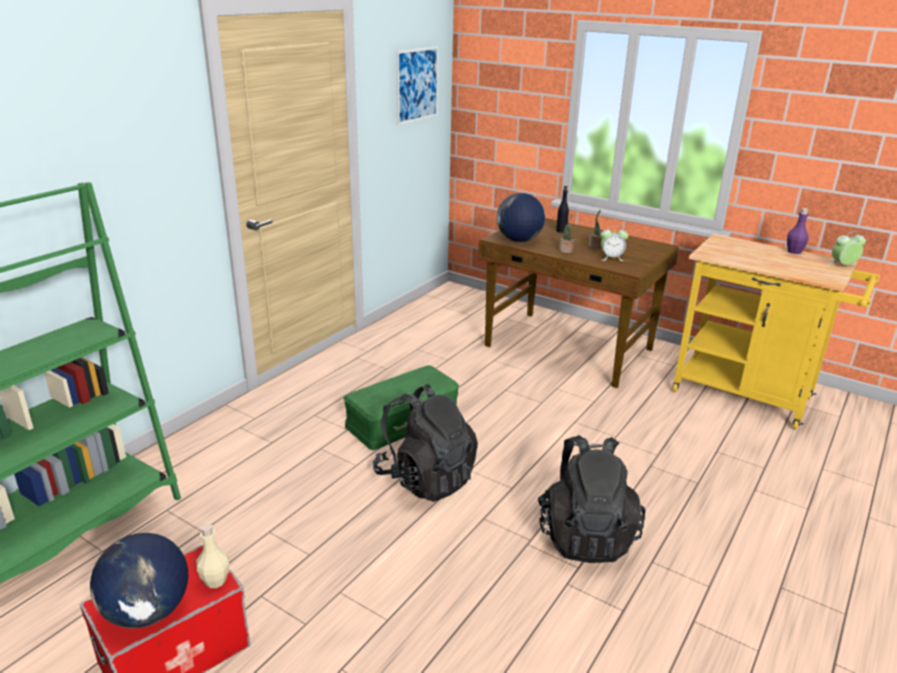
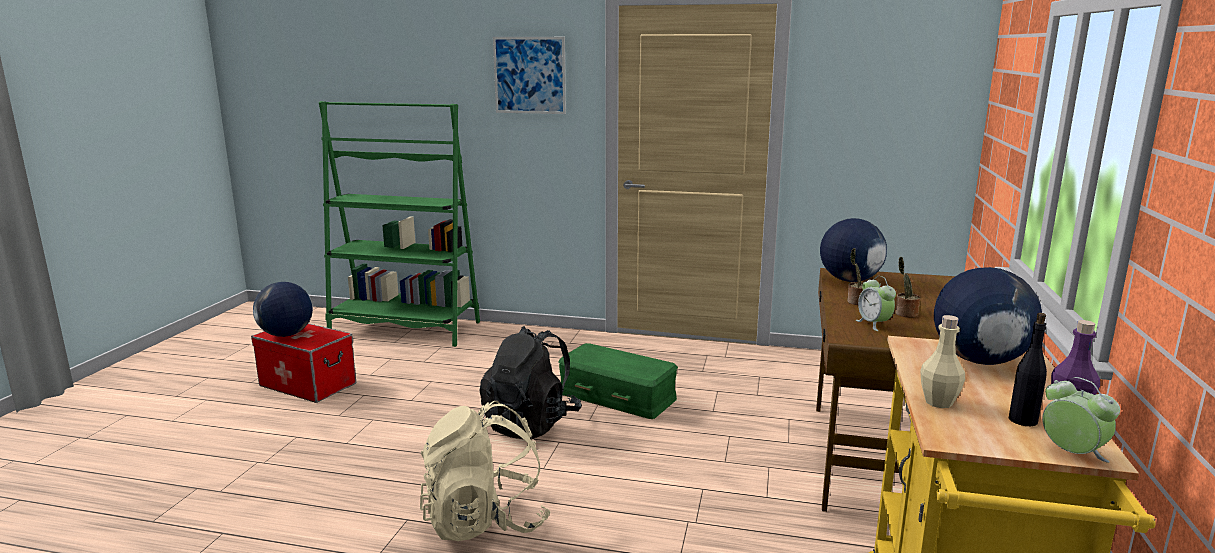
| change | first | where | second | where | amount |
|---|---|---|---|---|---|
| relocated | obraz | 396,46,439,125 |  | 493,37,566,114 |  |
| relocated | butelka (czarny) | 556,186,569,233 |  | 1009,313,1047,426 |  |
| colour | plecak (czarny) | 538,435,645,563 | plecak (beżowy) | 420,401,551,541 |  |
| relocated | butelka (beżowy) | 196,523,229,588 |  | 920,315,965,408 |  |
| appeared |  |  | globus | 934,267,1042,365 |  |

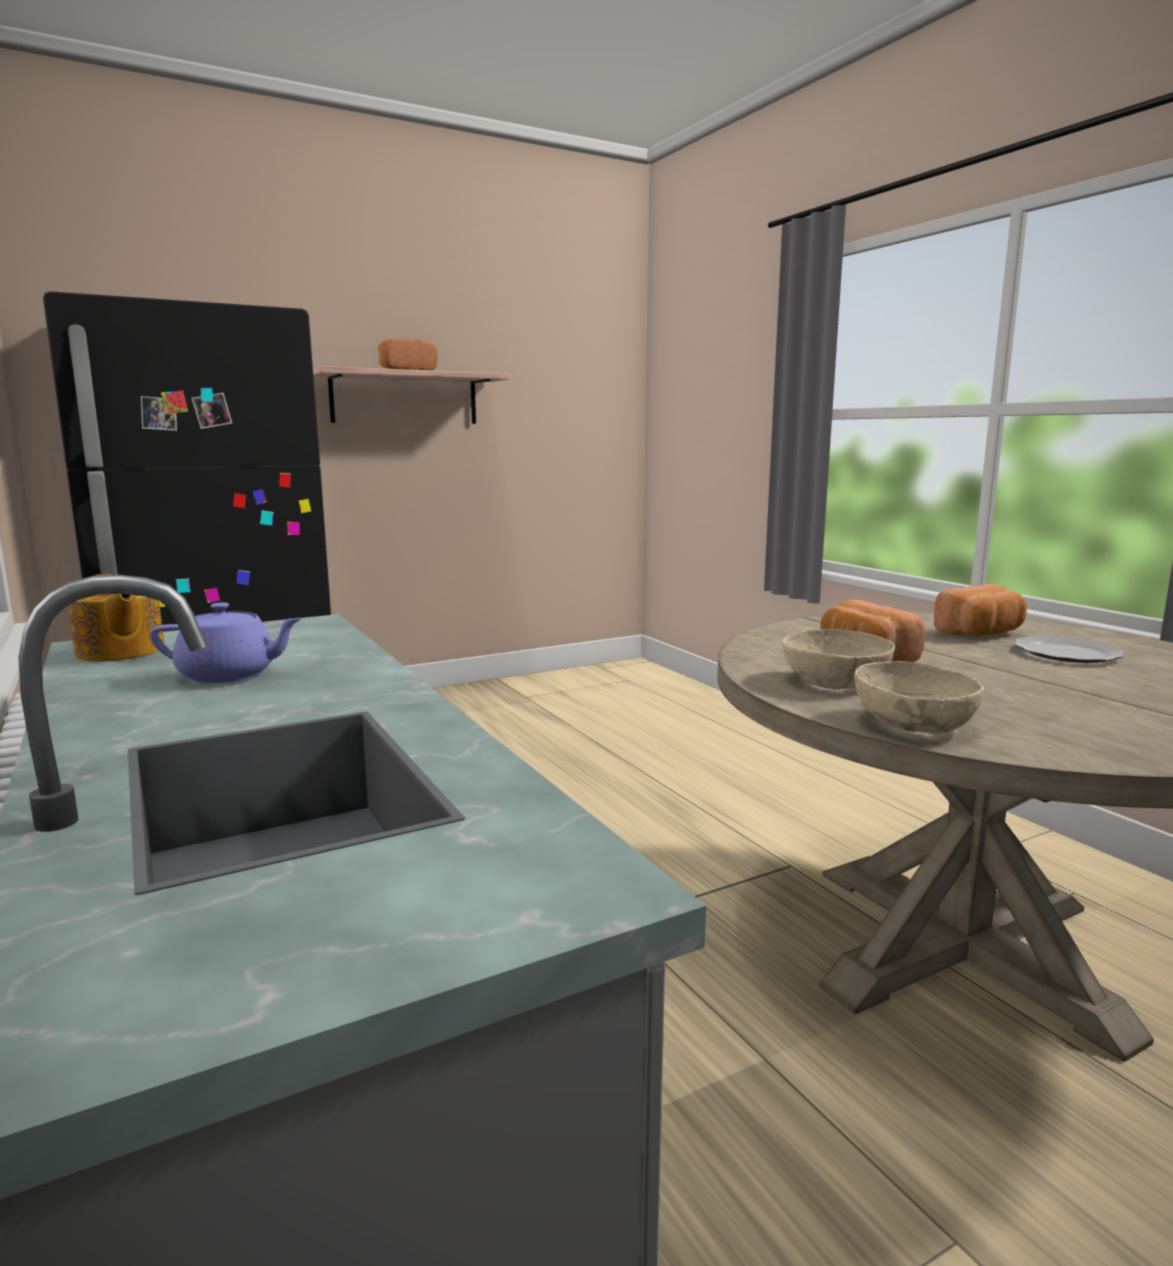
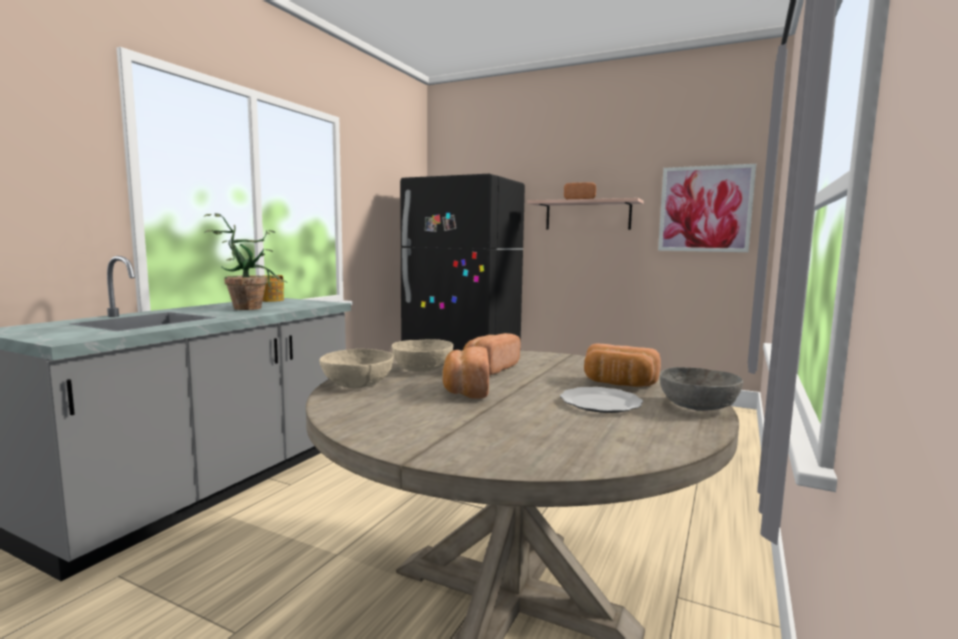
| change | first | where | second | where | amount |
|---|---|---|---|---|---|
| exchanged | imbryk (fioletowy) | 150,603,303,683 | roślina doniczkowa | 204,213,288,310 |  |
| appeared |  |  | obraz | 658,164,756,252 |  |
| appeared |  |  | chleb | 443,346,489,399 |  |
| appeared |  |  | miska (szary) | 660,367,743,411 |  |

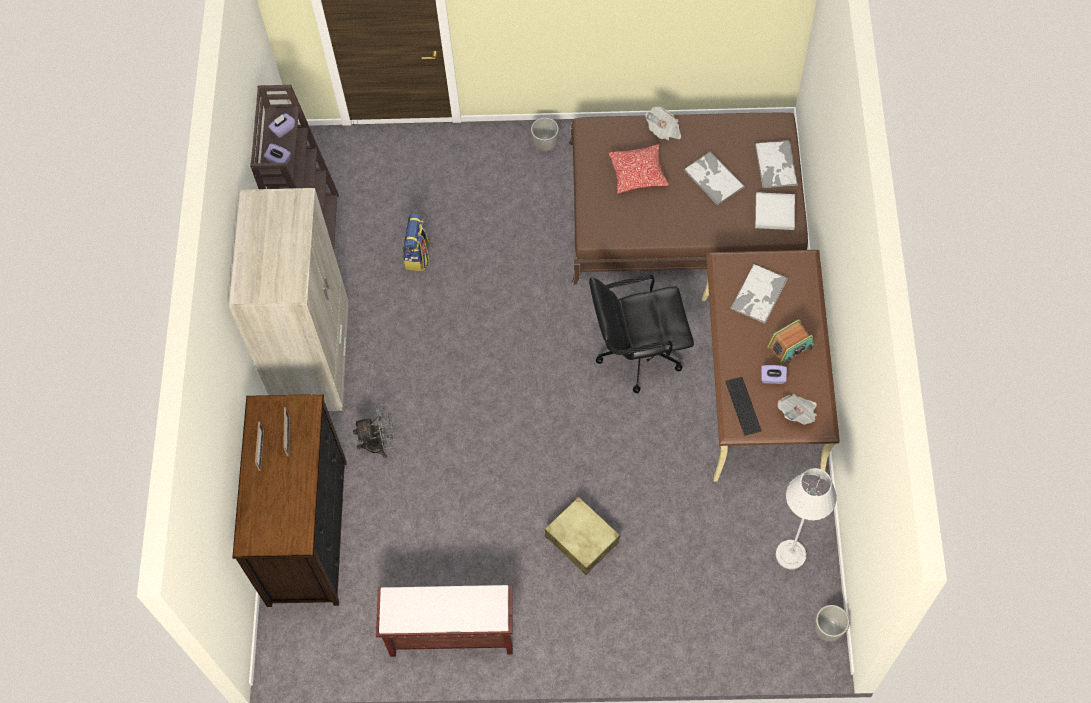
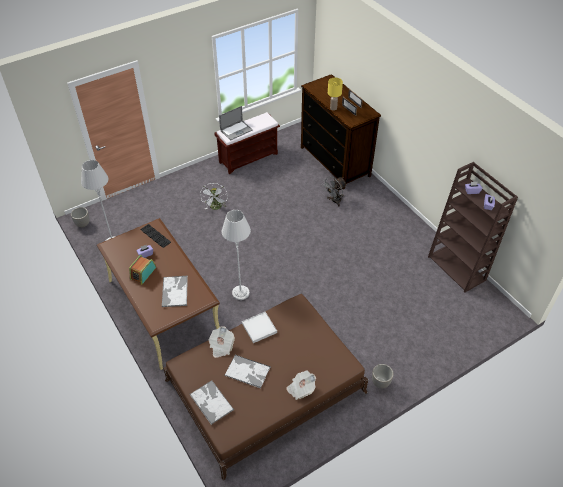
| change | first | where | second | where | amount |
|---|---|---|---|---|---|
| missing | poduszka | 609,144,669,194 |  |  |  |
| missing | szafa (beżowy) | 229,188,349,411 |  |  |  |
| relocated | taca (biały) | 755,192,795,230 |  | 242,312,277,343 |  |
| missing | plecak | 402,213,432,271 |  |  |  |
| exchanged | krzesło biurowe (czarny) | 589,275,694,393 | lampa stojąca (szary) | 222,210,251,300 |  |
| relocated | gazeta | 778,394,817,425 |  | 208,326,235,358 |  |
| exchanged | walizka (beżowy) | 545,497,620,575 | wentylator (biały) | 200,183,228,210 |  |
| appeared |  |  | lampa stołowa (żółty) | 328,77,343,110 |  |
| appeared |  |  | laptop | 219,106,253,140 |  |

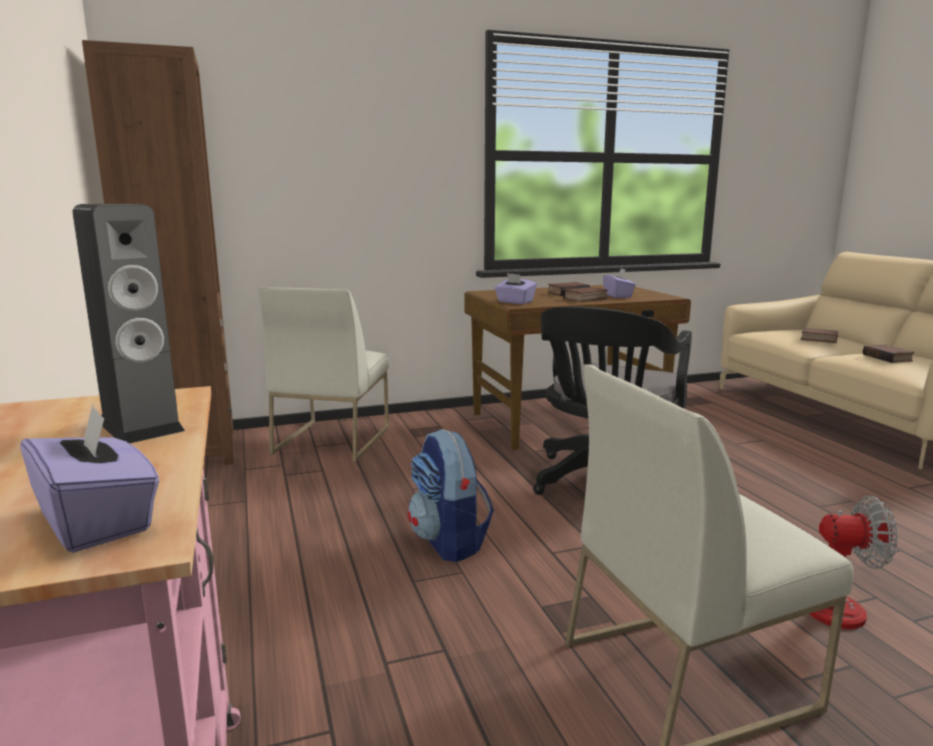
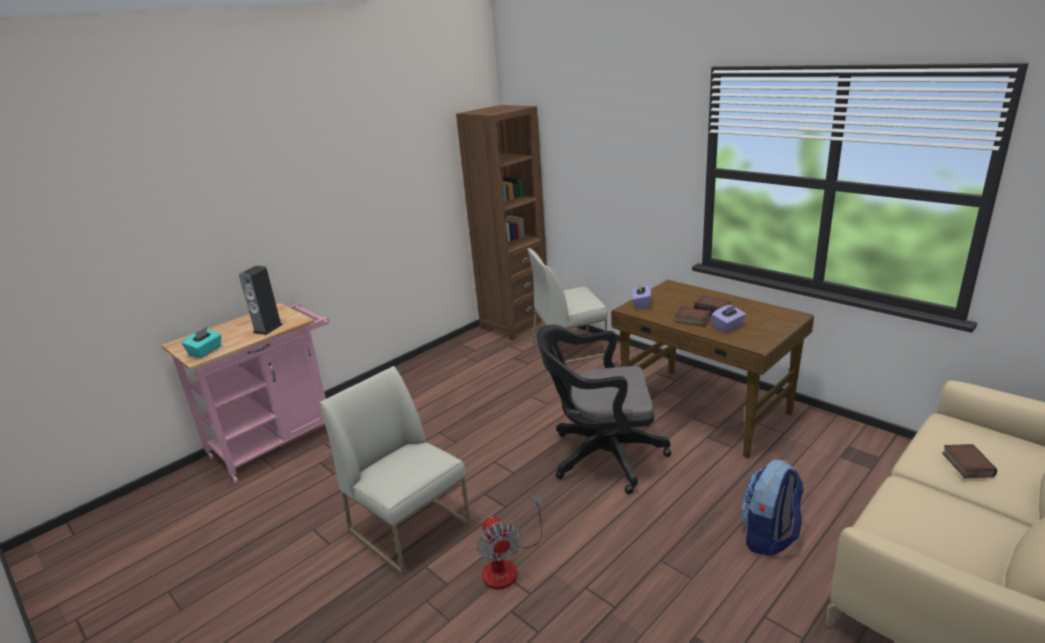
| change | first | where | second | where | amount |
|---|---|---|---|---|---|
| missing | książka | 863,345,915,363 |  |  |  |
| colour | pudełko chusteczek (fioletowy) | 20,405,159,553 | pudełko chusteczek (turkusowy) | 182,327,222,358 |  |
| relocated | plecak | 408,429,494,562 |  | 740,459,804,556 |  |

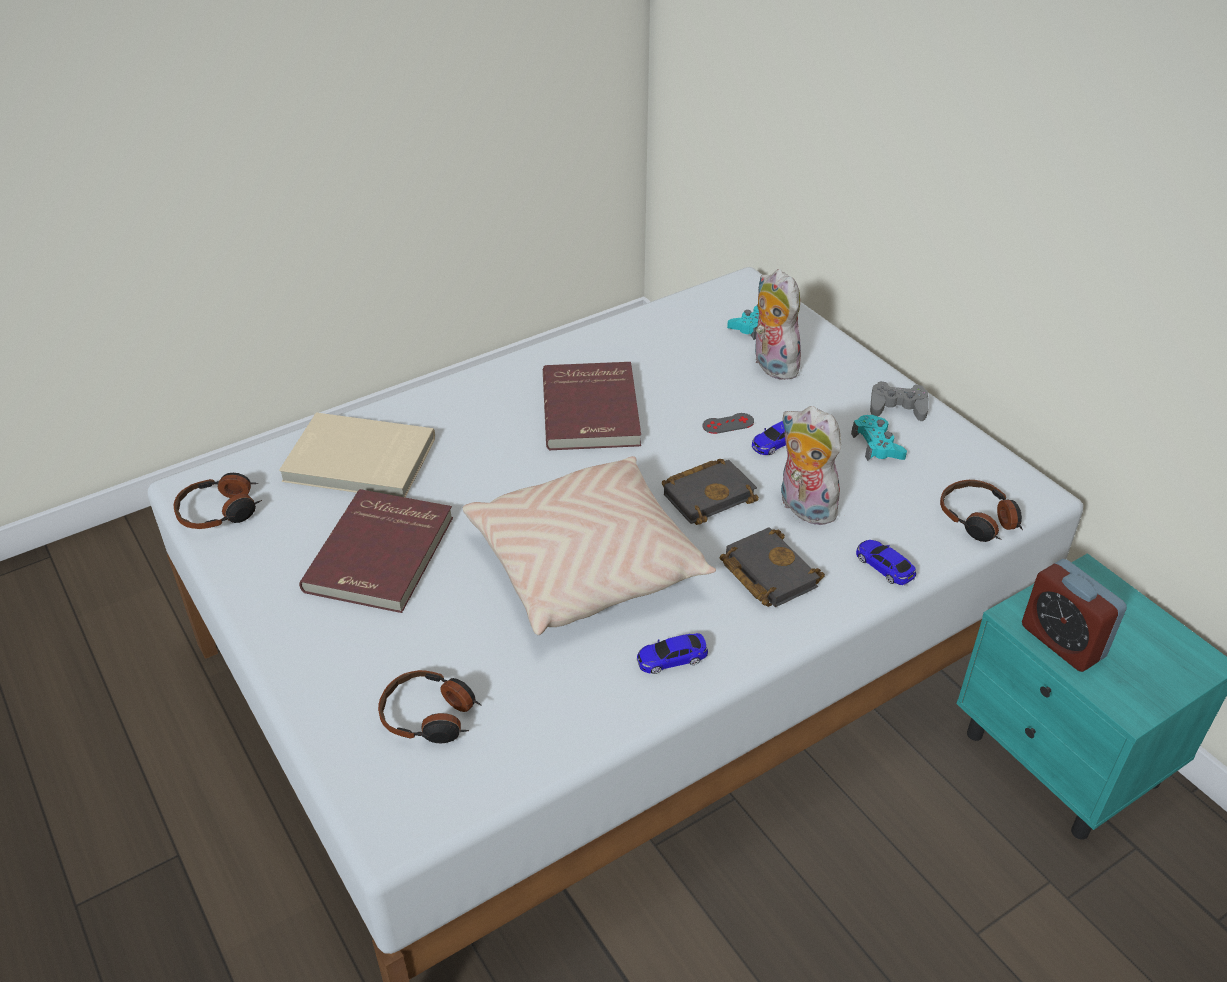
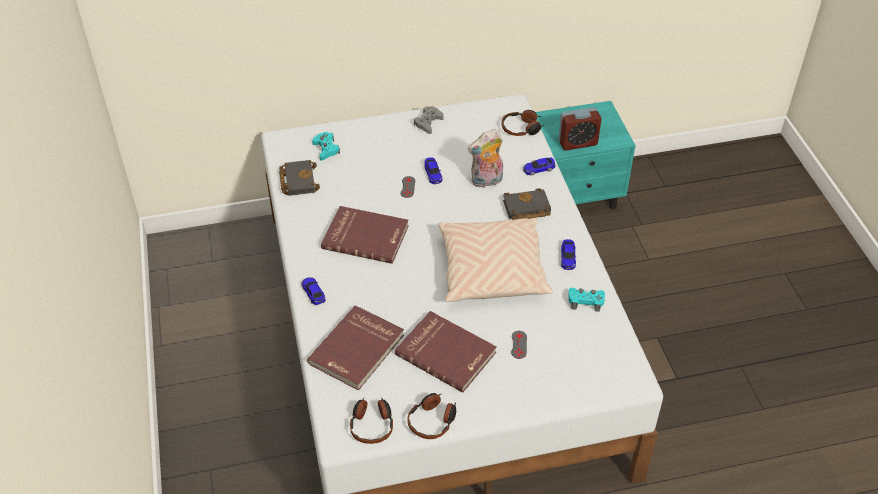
| change | first | where | second | where | amount |
|---|---|---|---|---|---|
| missing | pluszak | 754,269,801,380 |  |  |  |
| colour | książka (beżowy) | 279,413,435,498 | książka (czerwony) | 307,305,404,391 |  |
| relocated | pad do gier (turkusowy) | 851,415,907,461 |  | 568,288,605,312 |  |
| relocated | książka (czarny) | 662,459,759,525 |  | 279,160,320,196 |  |
| relocated | słuchawki | 378,670,481,743 |  | 408,393,456,439 |  |
| appeared |  |  | samochodzik | 301,277,326,305 |  |
| appeared |  |  | pad do gier (szary) | 511,331,527,359 |  |

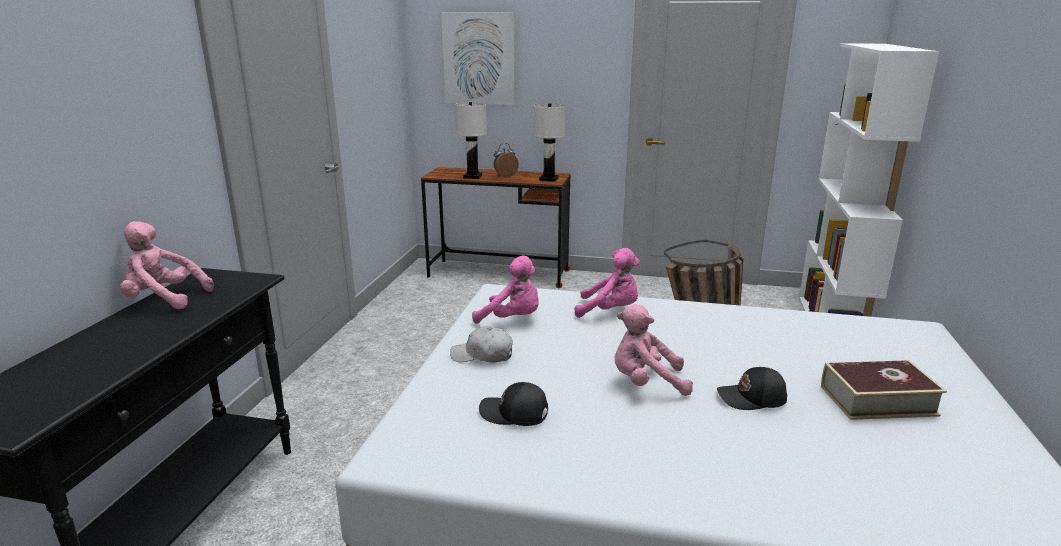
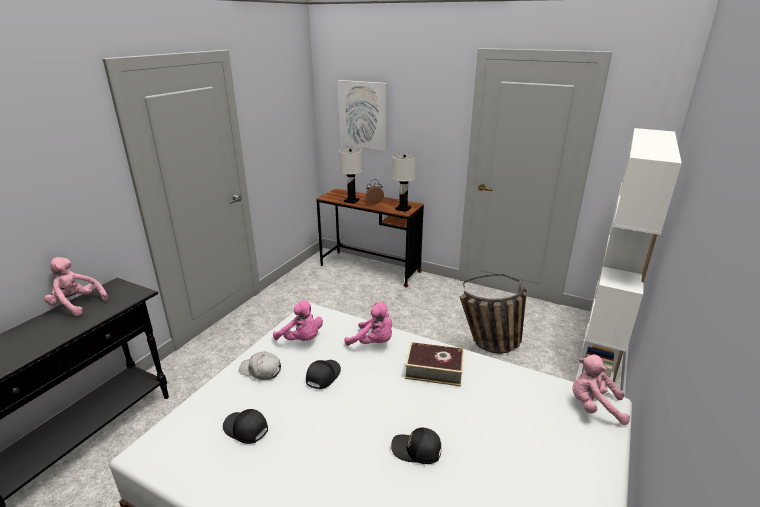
| change | first | where | second | where | amount |
|---|---|---|---|---|---|
| relocated | pluszak (różowy) | 614,304,693,396 |  | 572,354,630,425 |  |
| relocated | książka | 821,360,947,420 |  | 405,342,464,386 |  |
| appeared |  |  | czapka z daszkiem (czarny) | 306,360,341,389 |  |

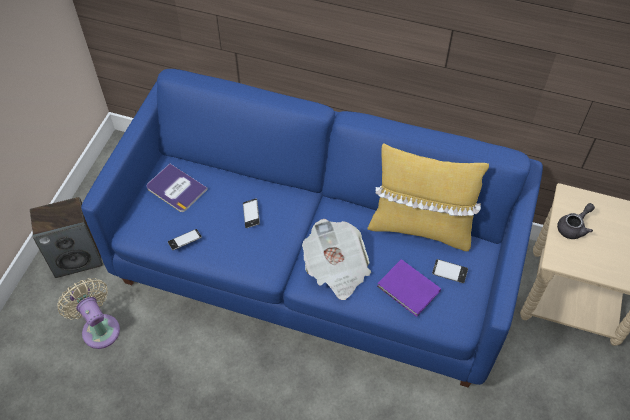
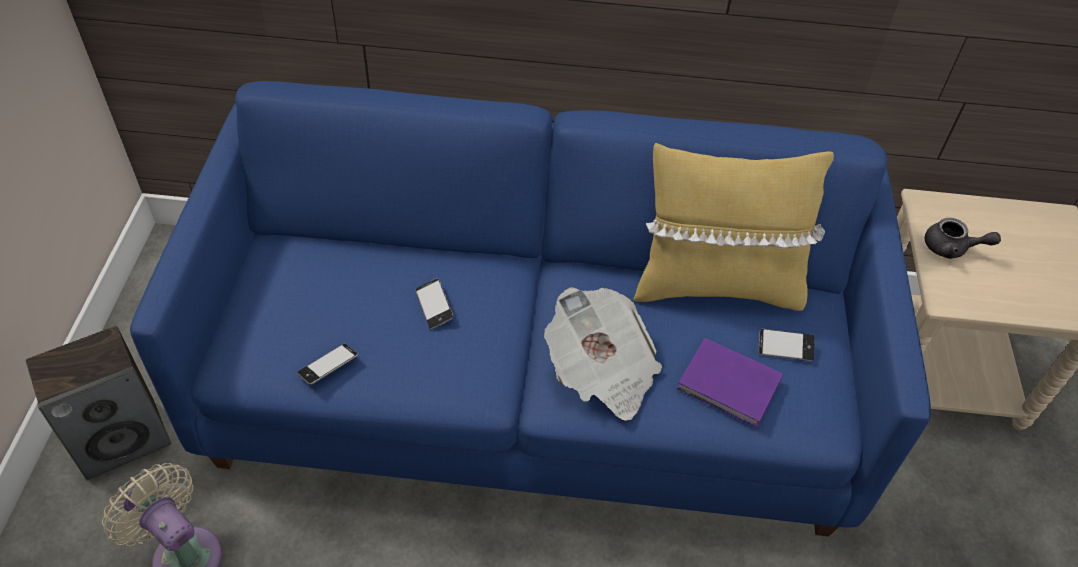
| change | first | where | second | where | amount |
|---|---|---|---|---|---|
| missing | książka | 147,164,208,212 |  |  |  |
| spun | imbryk (szary) | 557,203,595,239 |  | 925,218,1001,259 | 75 degrees clockwise |

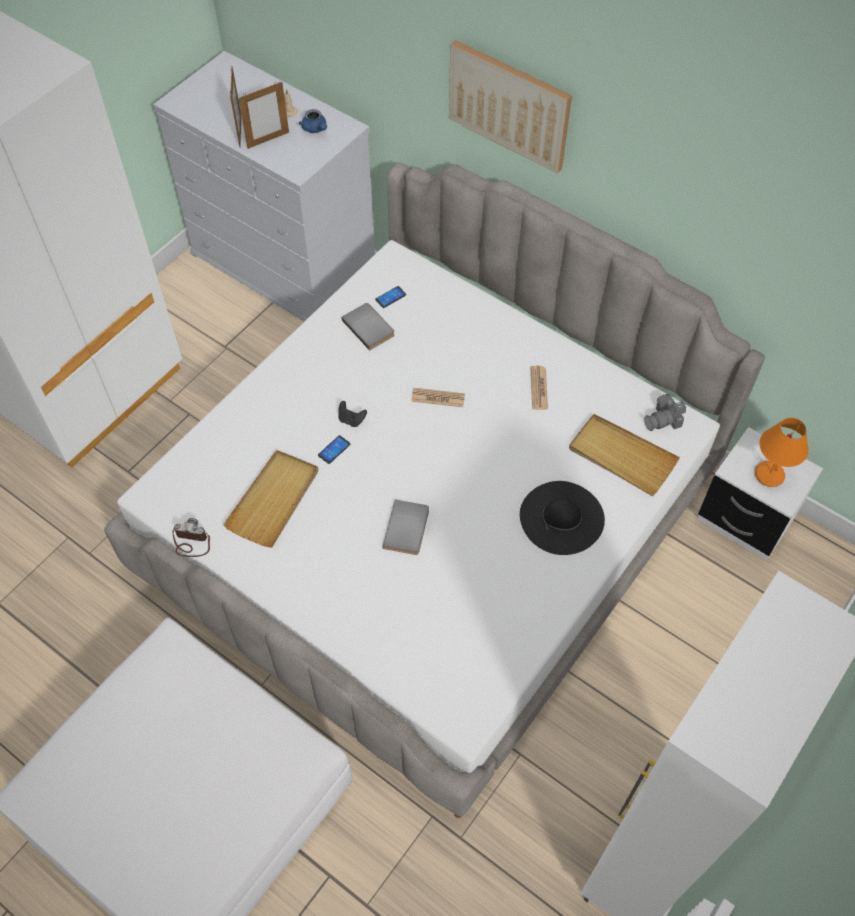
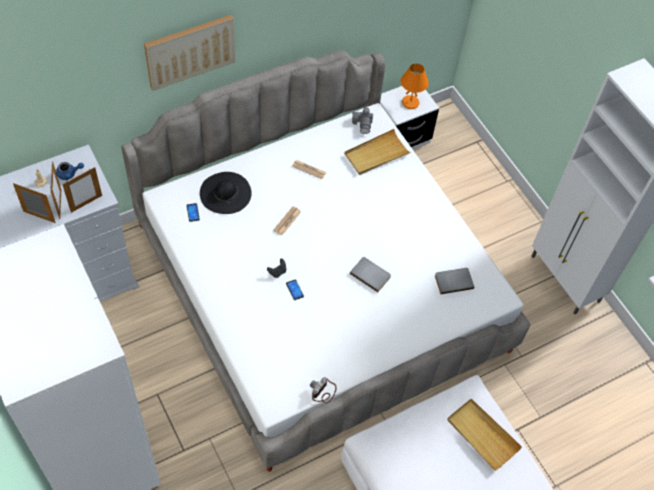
| change | first | where | second | where | amount |
|---|---|---|---|---|---|
| relocated | książka (szary) | 342,303,395,351 |  | 435,268,474,294 |  |
| relocated | taca (beżowy) | 223,450,318,547 |  | 447,399,522,471 |  |
| relocated | kapelusz (czarny) | 520,481,605,555 |  | 200,172,252,214 |  |
| appeared |  |  | ramka na zdjęcie | 62,167,102,213 |  |

